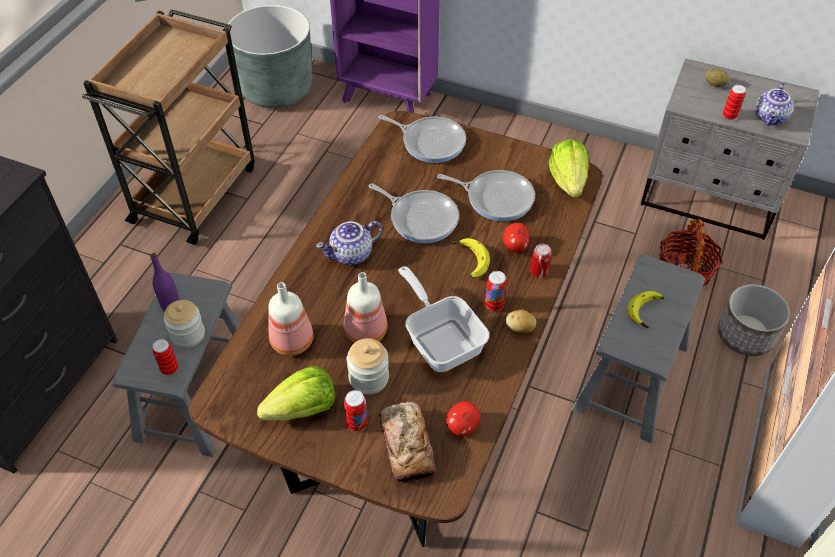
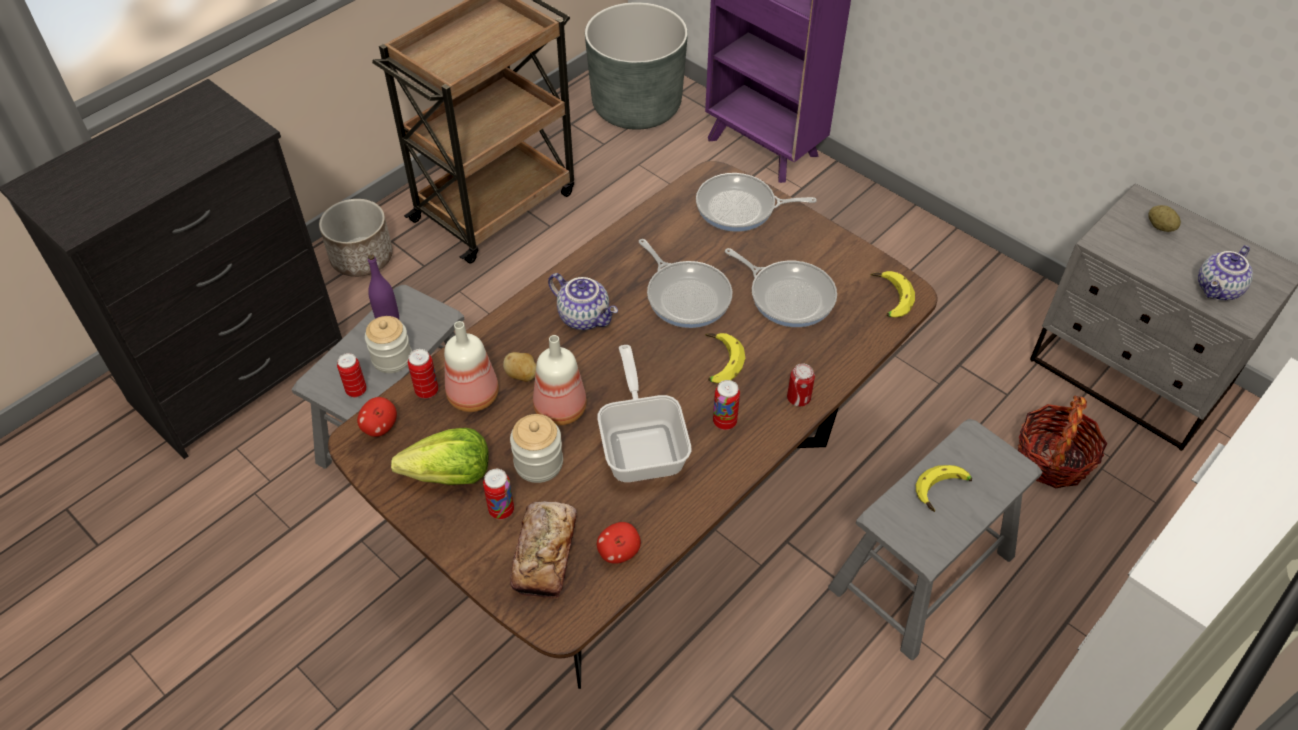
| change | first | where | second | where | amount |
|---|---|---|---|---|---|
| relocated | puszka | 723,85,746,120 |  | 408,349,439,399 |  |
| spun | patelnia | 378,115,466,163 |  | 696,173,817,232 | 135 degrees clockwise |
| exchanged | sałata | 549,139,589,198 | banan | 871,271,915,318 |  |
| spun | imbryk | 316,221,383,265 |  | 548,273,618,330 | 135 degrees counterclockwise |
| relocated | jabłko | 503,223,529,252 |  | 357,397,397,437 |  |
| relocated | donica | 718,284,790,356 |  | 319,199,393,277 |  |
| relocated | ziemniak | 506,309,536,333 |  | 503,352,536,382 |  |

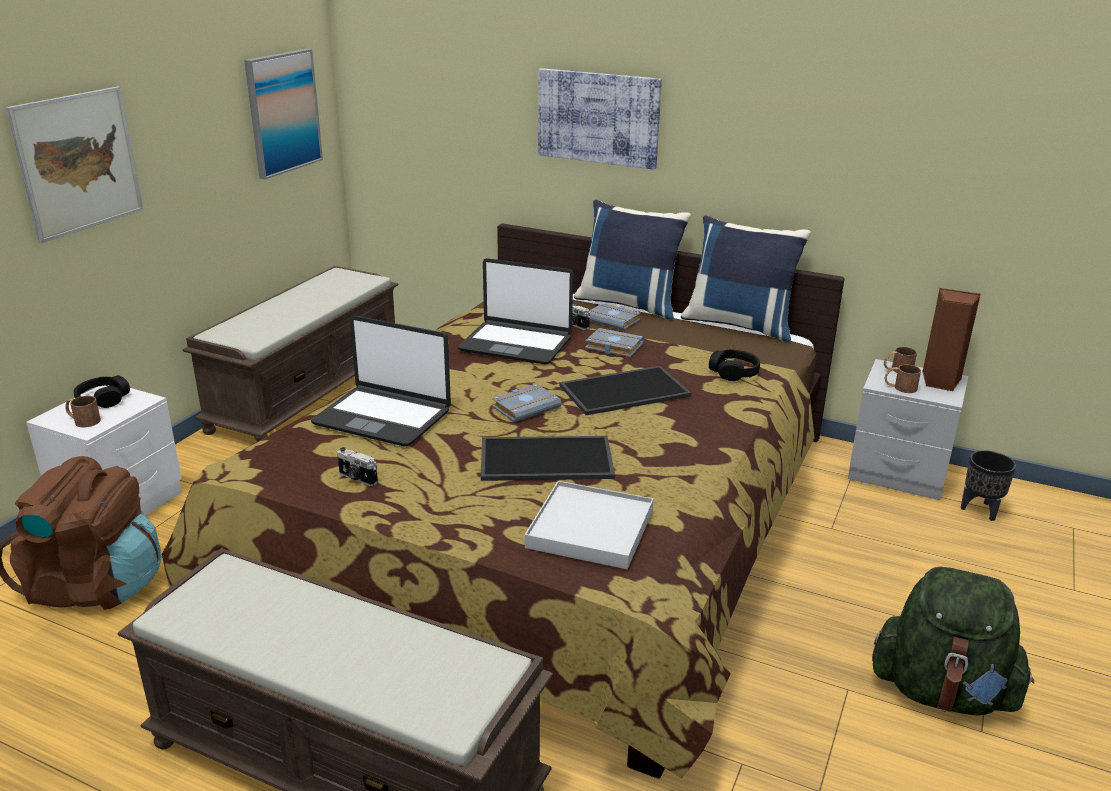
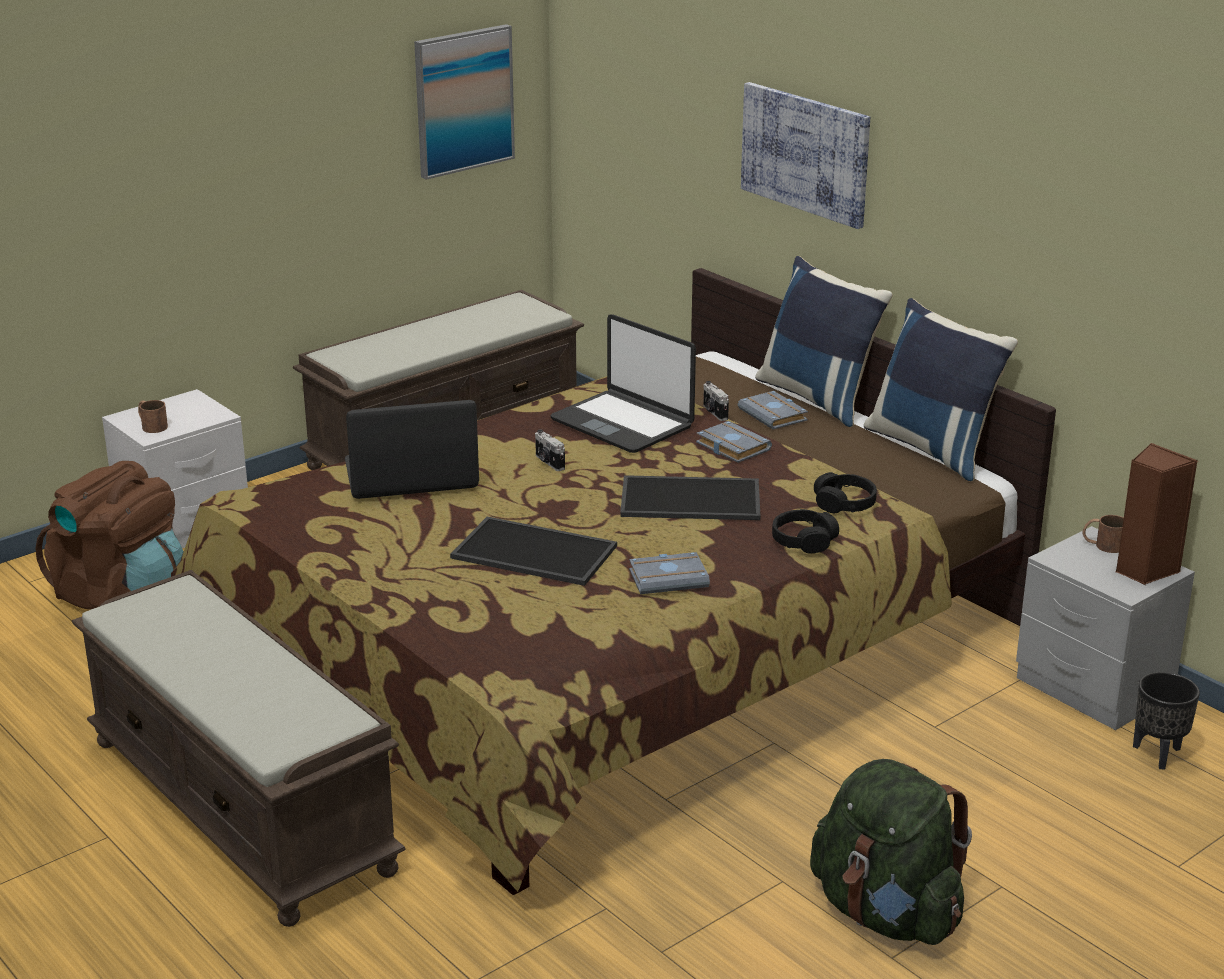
| change | first | where | second | where | amount |
|---|---|---|---|---|---|
| missing | obraz | 6,86,144,243 |  |  |  |
| spun | laptop | 311,316,451,446 |  | 345,400,479,499 | 120 degrees clockwise |
| missing | kubek (brązowy) | 885,365,921,393 |  |  |  |
| relocated | słuchawki (czarny) | 74,375,130,408 |  | 772,509,839,554 |  |
| relocated | książka (szary) | 492,384,562,422 |  | 629,552,710,594 |  |
| relocated | aparat fotograficzny | 337,447,378,486 |  | 535,430,565,471 |  |
| missing | taca (biały) | 525,481,653,569 |  |  |  |

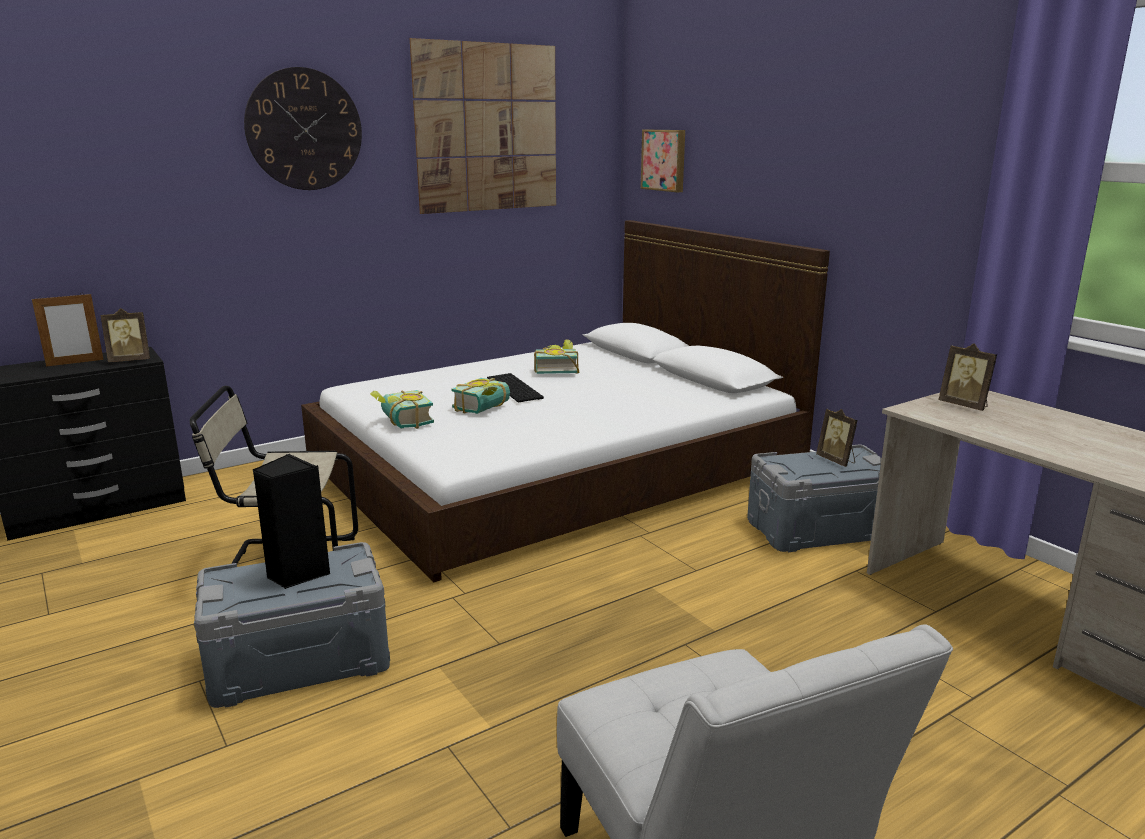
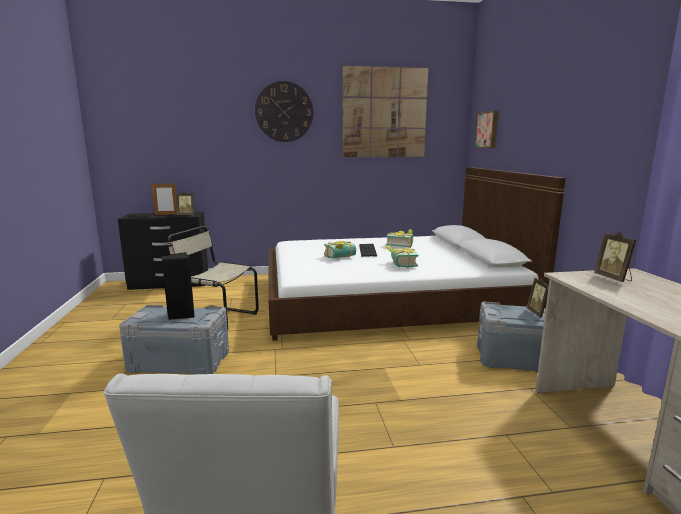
| change | first | where | second | where | amount |
|---|---|---|---|---|---|
| relocated | książka | 370,390,434,429 |  | 385,245,418,269 |  |

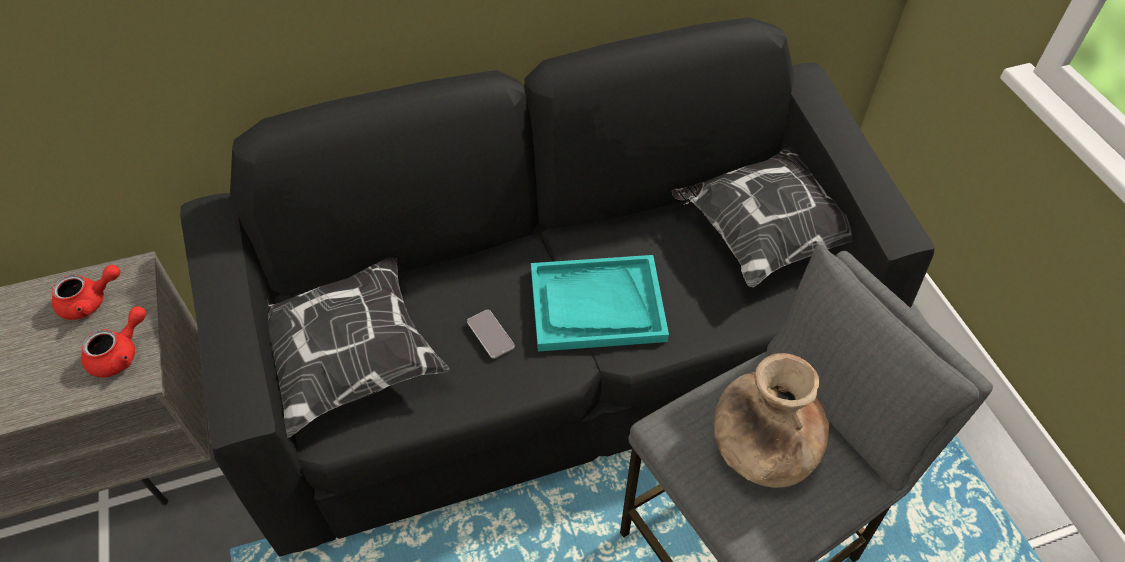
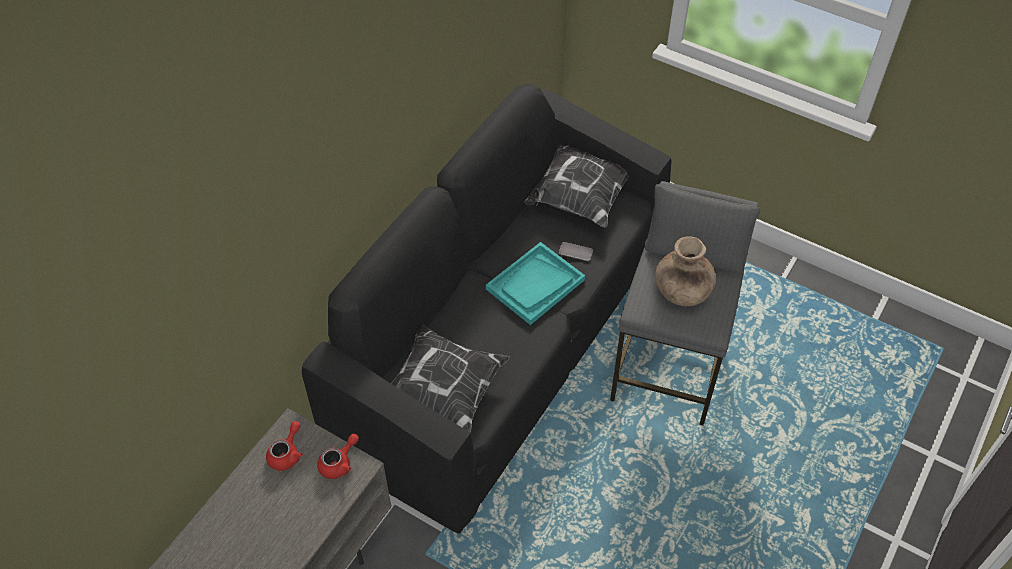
| change | first | where | second | where | amount |
|---|---|---|---|---|---|
| spun | imbryk (czerwony) | 81,306,146,378 |  | 317,434,359,479 | 45 degrees clockwise |
| relocated | telefon | 467,310,515,359 |  | 559,242,593,261 |  |

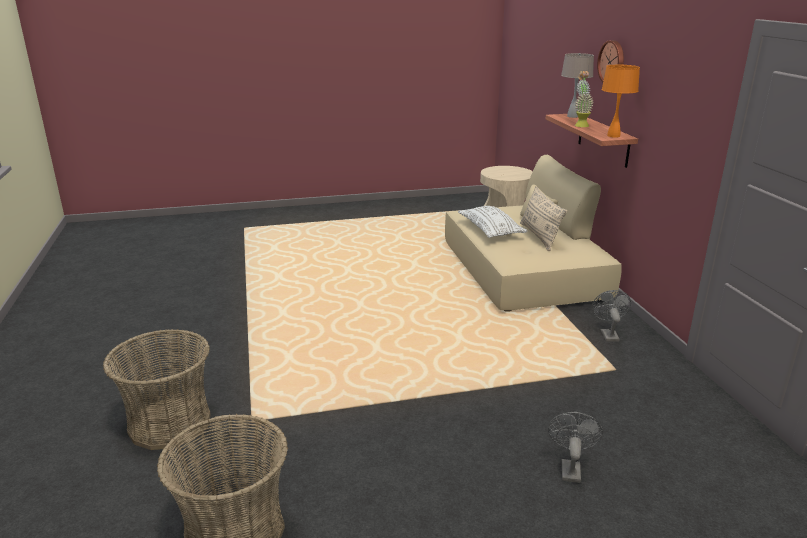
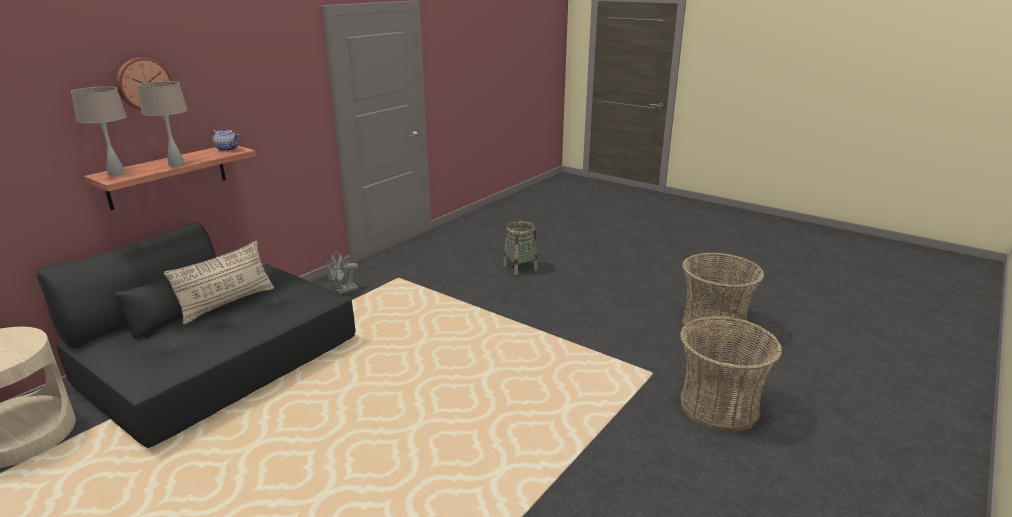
| change | first | where | second | where | amount |
|---|---|---|---|---|---|
| exchanged | lampa stołowa (pomarańczowy) | 602,65,640,138 | imbryk | 211,127,239,151 |  |
| exchanged | roślina doniczkowa | 575,71,594,127 | lampa stołowa (beżowy) | 137,81,188,166 |  |
| colour | kanapa (beżowy) | 445,155,622,311 | kanapa (czarny) | 36,222,355,448 |  |
| missing | poduszka (biały) | 458,206,528,238 |  |  |  |
| exchanged | wentylator (szary) | 548,412,603,483 | koszyk | 503,221,538,275 |  |

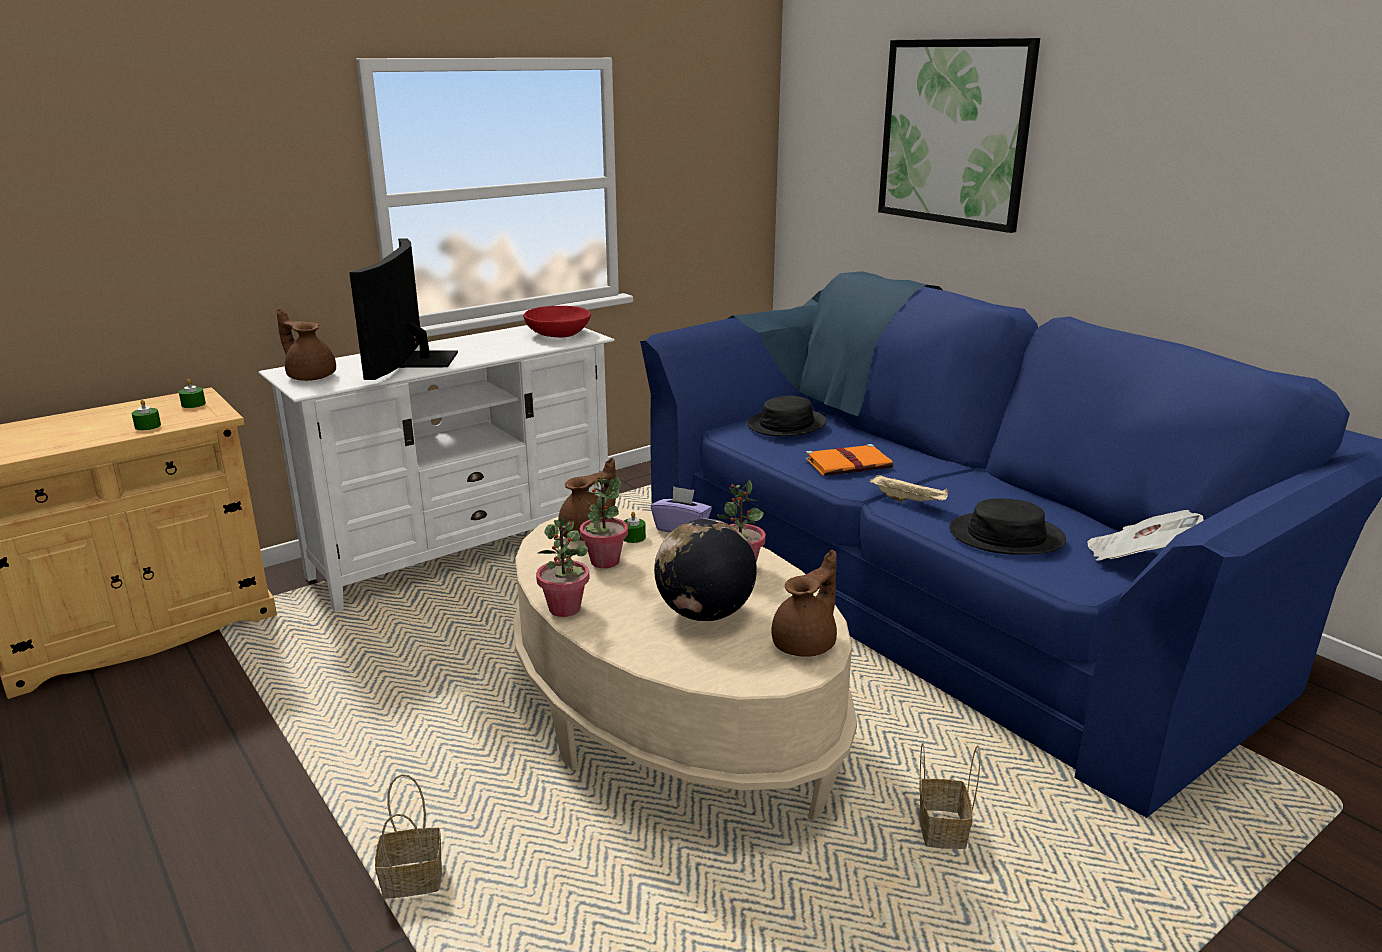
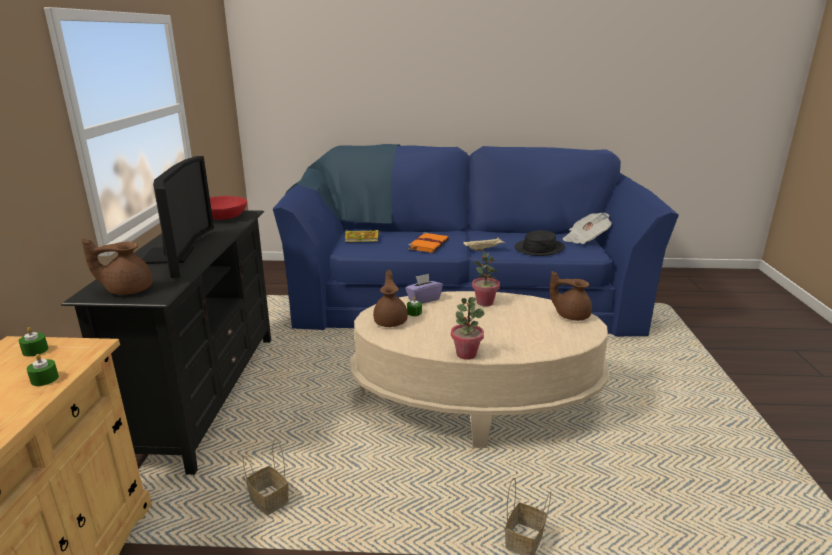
| change | first | where | second | where | amount |
|---|---|---|---|---|---|
| missing | obraz | 878,38,1040,233 |  |  |  |
| spun | telewizor | 349,239,458,380 |  | 142,156,214,278 | 135 degrees counterclockwise |
| colour | szafka pod telewizor (biały) | 258,325,615,612 | szafka pod telewizor (czarny) | 61,210,271,475 |  |
| exchanged | kapelusz (czarny) | 746,396,827,436 | książka | 345,230,379,242 |  |
| missing | roślina doniczkowa | 580,475,628,568 |  |  |  |
| missing | globus | 654,519,757,621 |  |  |  |
| spun | imbryk (brązowy) | 771,550,837,657 |  | 550,271,592,321 | 60 degrees counterclockwise |
| relocated | koszyk | 919,742,981,849 |  | 243,439,289,515 |  |

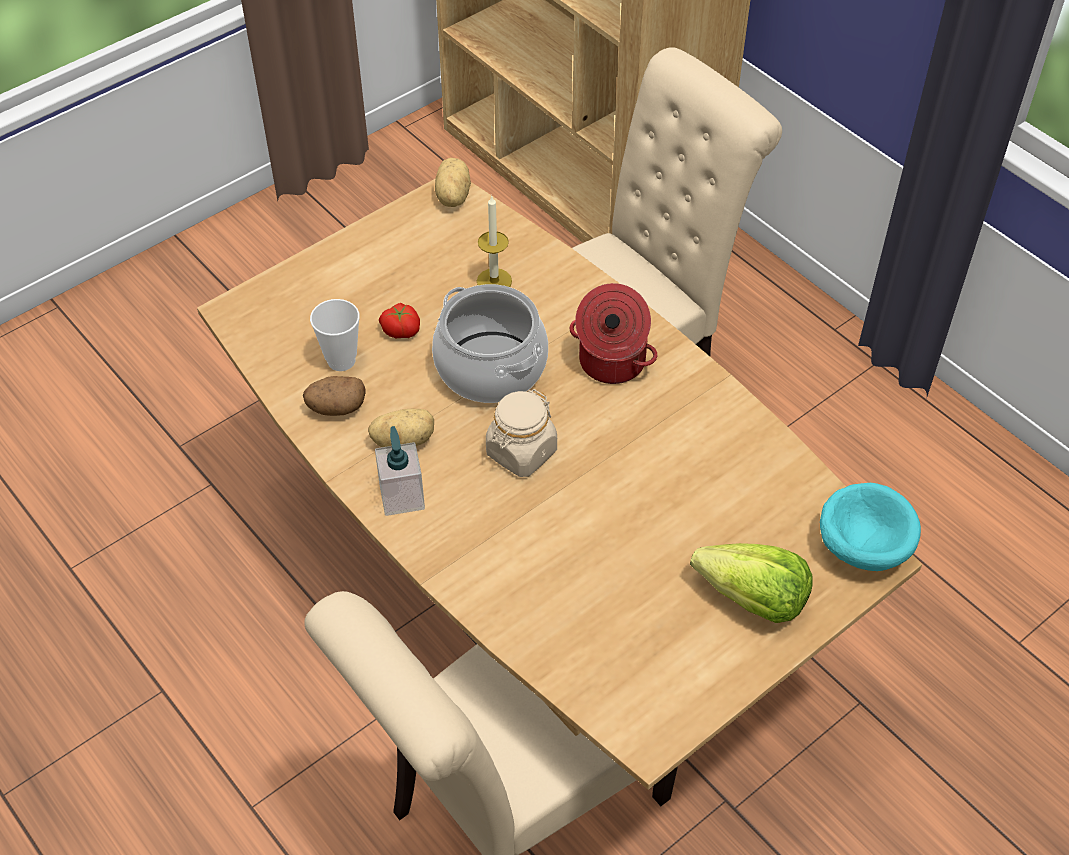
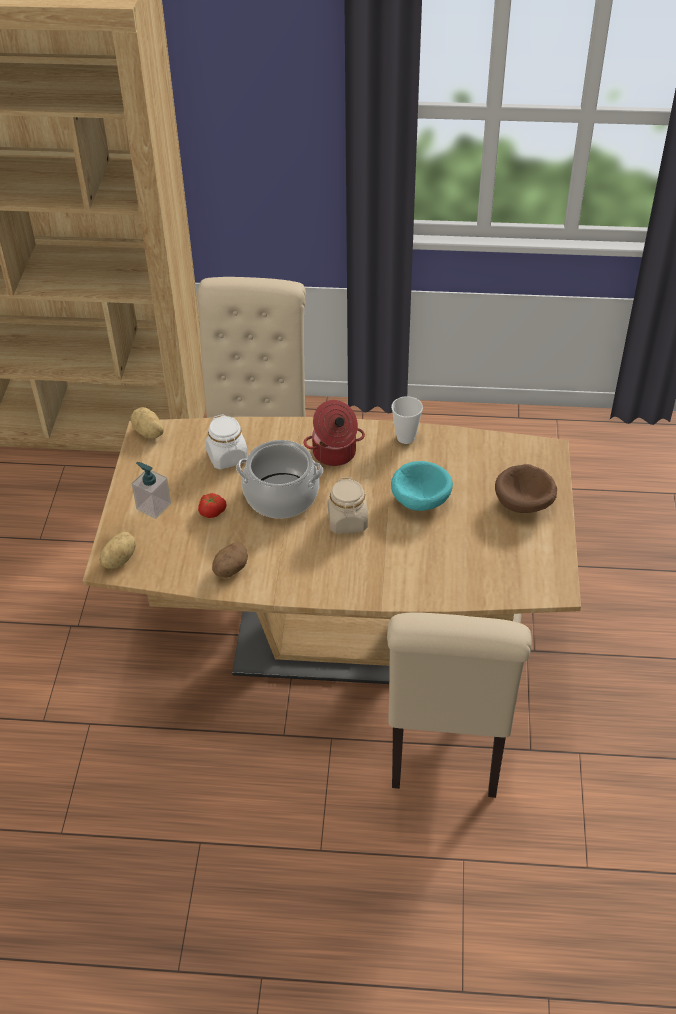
| change | first | where | second | where | amount |
|---|---|---|---|---|---|
| exchanged | świeca | 477,196,512,287 | słoik (biały) | 205,414,248,469 |  |
| relocated | filiżanka | 310,299,360,371 |  | 391,396,423,444 |  |
| relocated | ziemniak | 368,409,434,447 |  | 99,532,136,569 |  |
| relocated | dozownik mydła | 375,426,425,516 |  | 132,462,171,519 |  |
| relocated | miska (turkusowy) | 820,483,921,571 |  | 391,461,453,511 |  |
| exchanged | sałata | 690,543,813,623 | miska (brązowy) | 495,464,557,513 |  |

